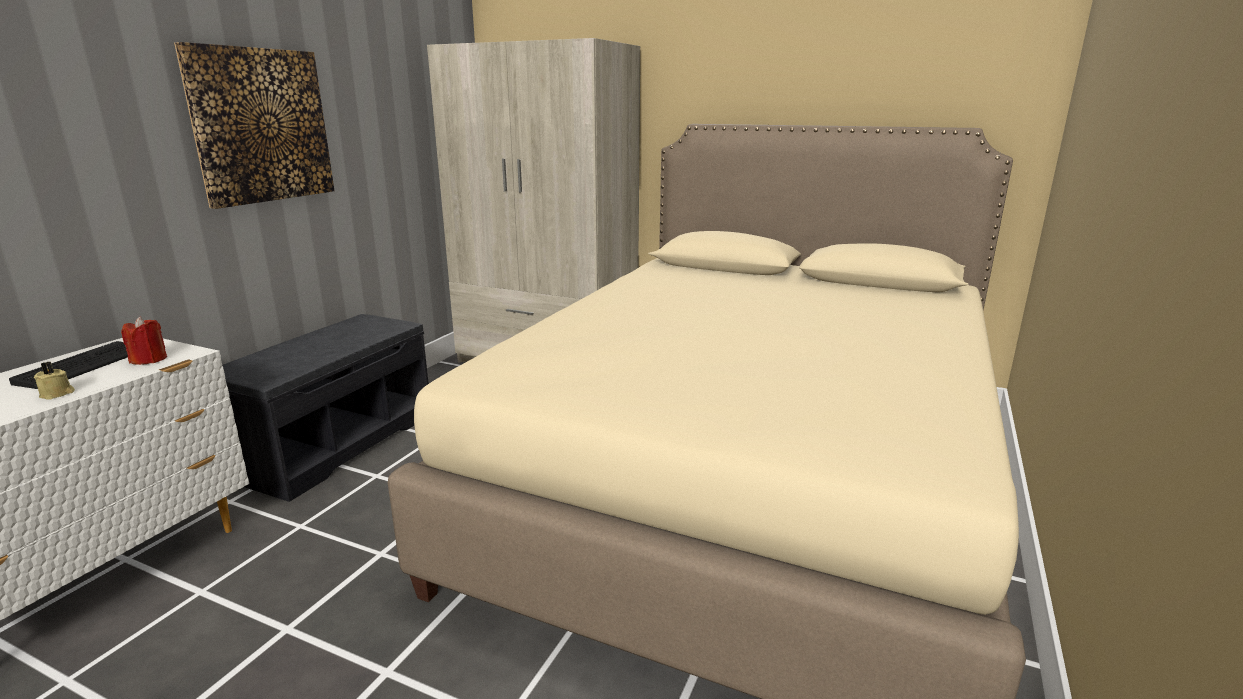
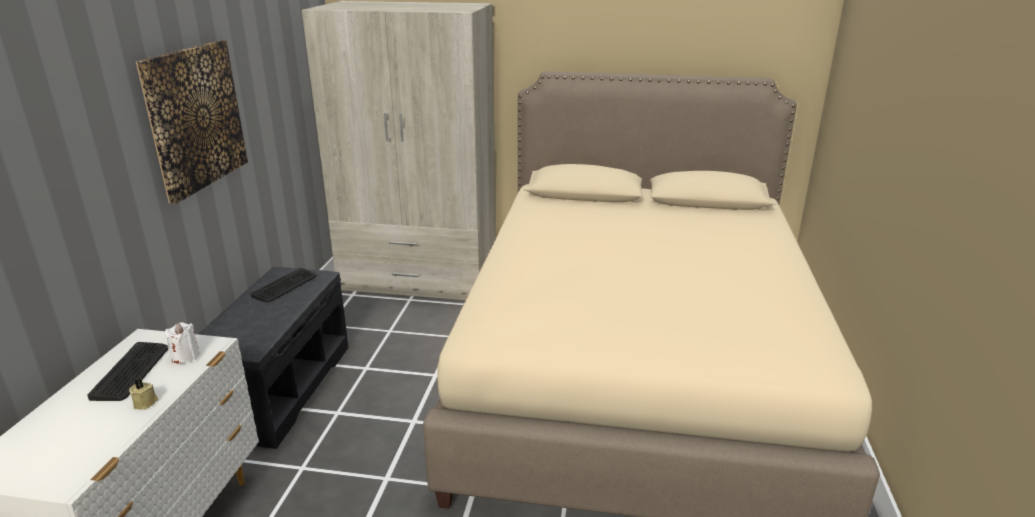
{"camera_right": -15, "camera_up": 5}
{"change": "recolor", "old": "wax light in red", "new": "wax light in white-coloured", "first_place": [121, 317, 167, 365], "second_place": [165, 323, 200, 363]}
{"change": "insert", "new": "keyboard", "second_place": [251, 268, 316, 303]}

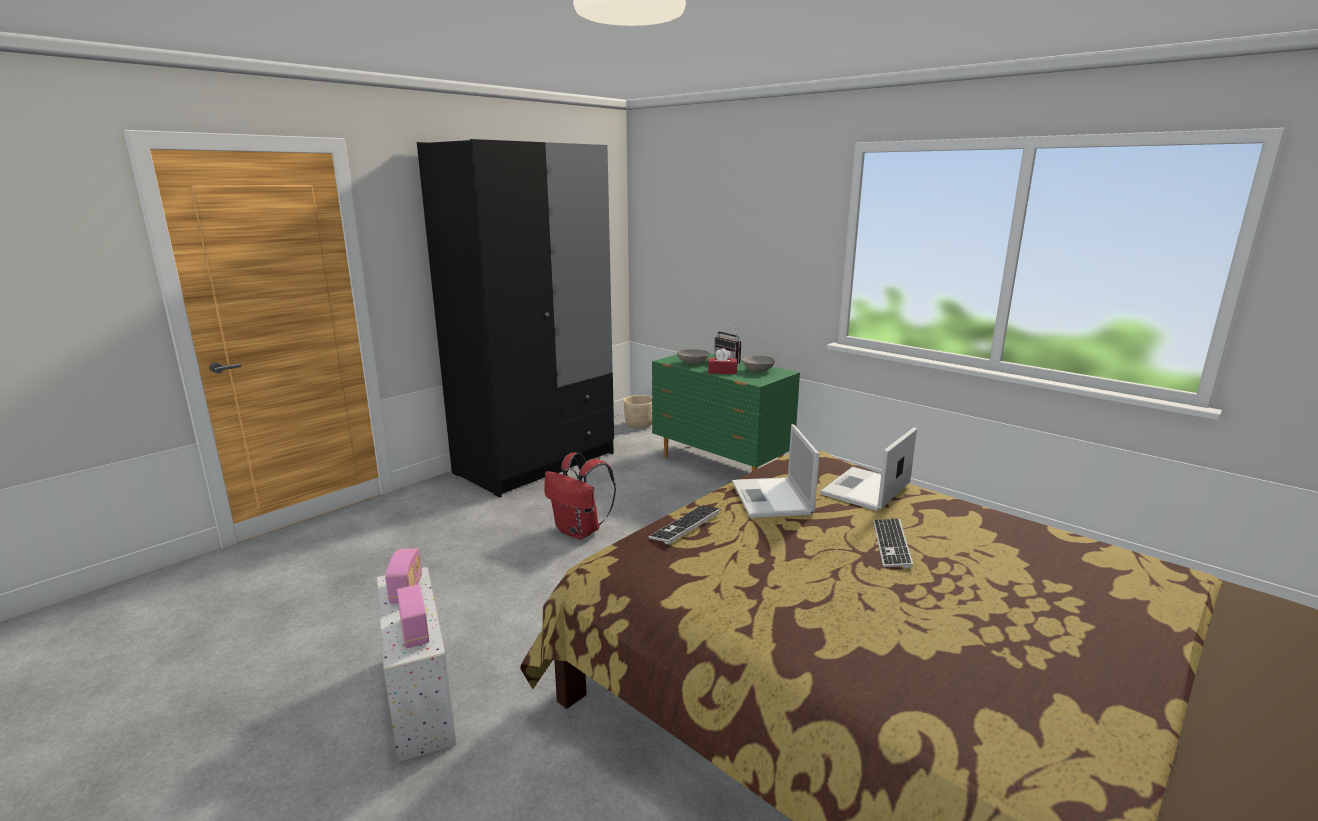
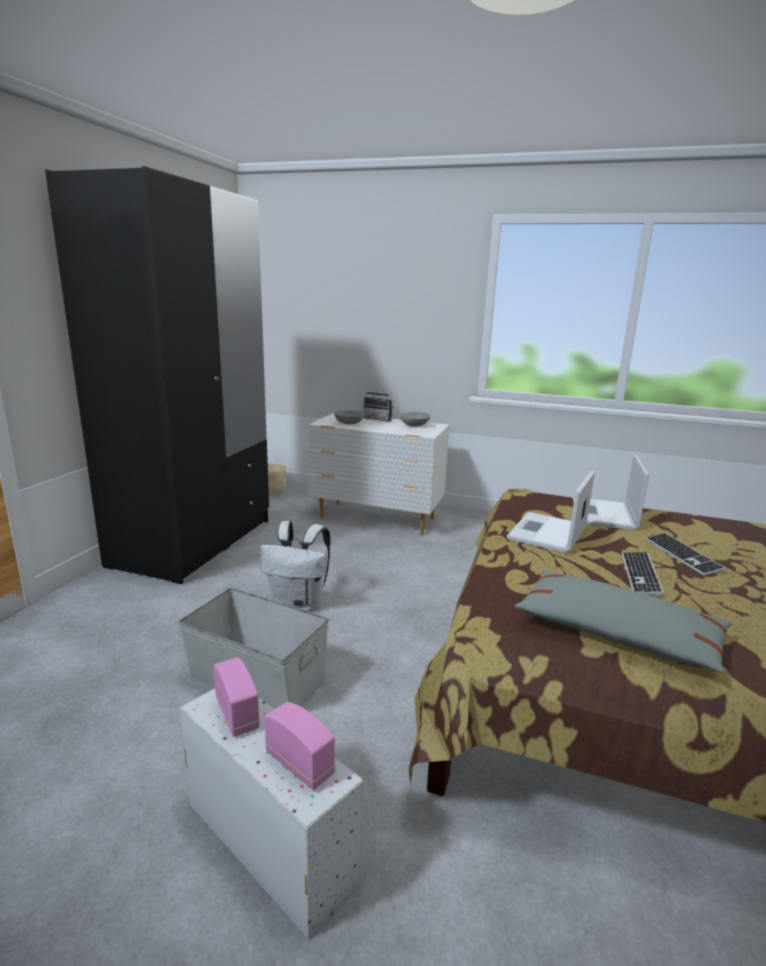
{"camera_right": -25, "camera_up": 0}
{"change": "delete", "old": "box of tissues in red", "first_place": [708, 348, 737, 374]}
{"change": "recolor", "old": "dresser in greenish", "new": "dresser in white-coloured", "first_place": [652, 353, 800, 472], "second_place": [308, 413, 449, 535]}
{"change": "rotate", "old": "laptop", "first_place": [732, 424, 819, 518], "second_place": [507, 470, 595, 553], "degrees": 60}
{"change": "recolor", "old": "backpack in red", "new": "backpack in white-coloured", "first_place": [544, 452, 616, 540], "second_place": [260, 521, 331, 611]}
{"change": "move", "old": "keyboard", "first_place": [648, 505, 721, 544], "second_place": [622, 552, 664, 596]}
{"change": "insert", "new": "pillow in grey", "second_place": [514, 569, 733, 672]}
{"change": "insert", "new": "storage bin in grey", "second_place": [178, 588, 329, 709]}

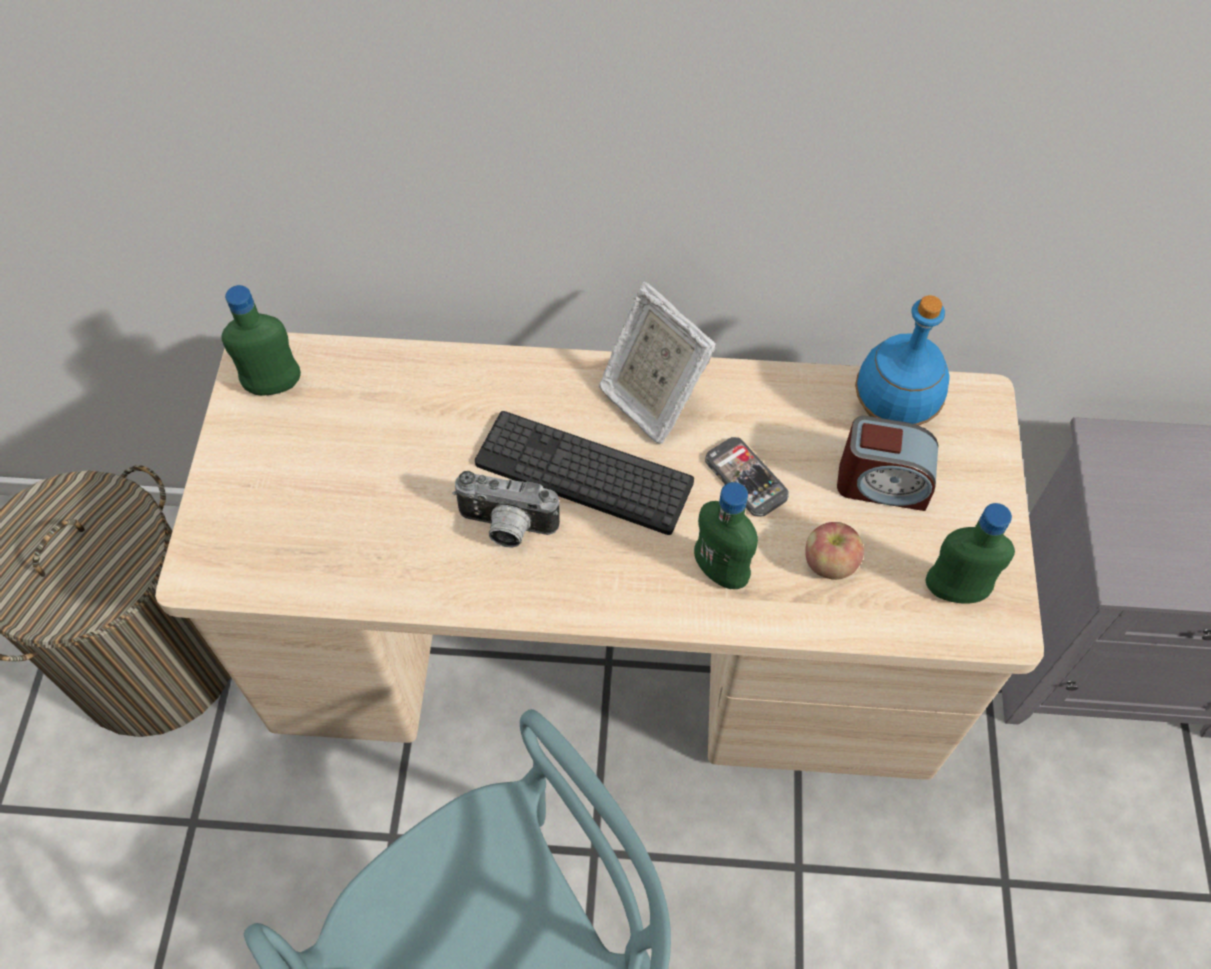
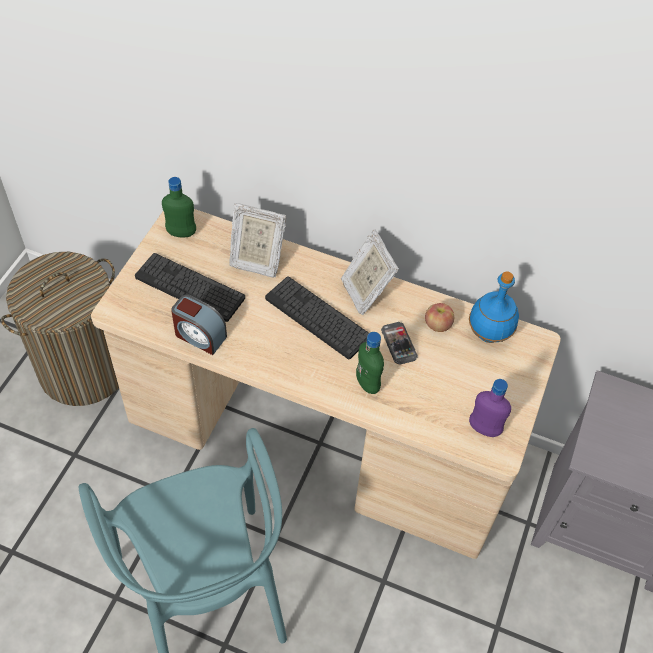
{"camera_right": 15, "camera_up": -5}
{"change": "move", "old": "alarm clock", "first_place": [837, 416, 938, 511], "second_place": [171, 295, 227, 355]}
{"change": "delete", "old": "still camera", "first_place": [452, 471, 560, 548]}
{"change": "recolor", "old": "drink bottle in greenish", "new": "drink bottle in purple-coloured", "first_place": [926, 503, 1015, 603], "second_place": [469, 379, 511, 437]}
{"change": "move", "old": "whole apple", "first_place": [805, 522, 864, 580], "second_place": [425, 303, 454, 332]}
{"change": "insert", "new": "standing frame", "second_place": [230, 203, 286, 277]}
{"change": "insert", "new": "keyboard", "second_place": [135, 253, 245, 322]}

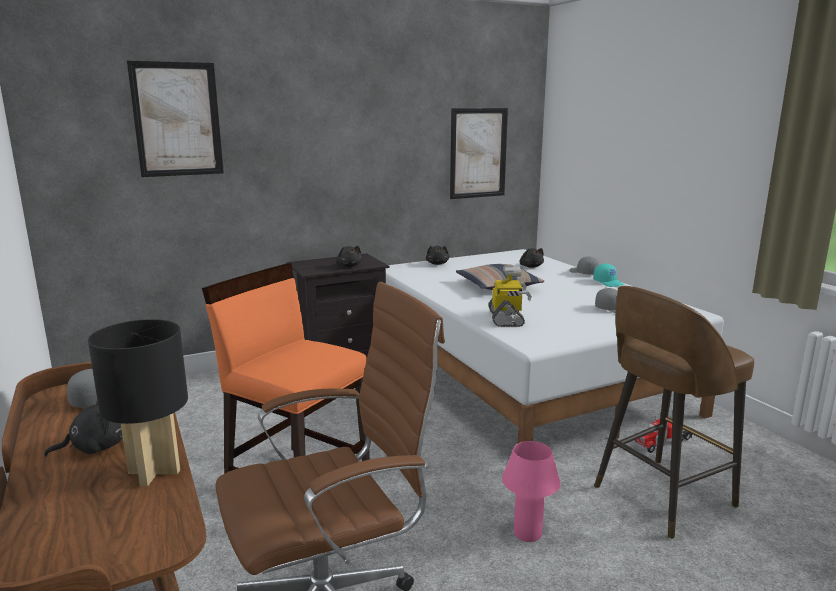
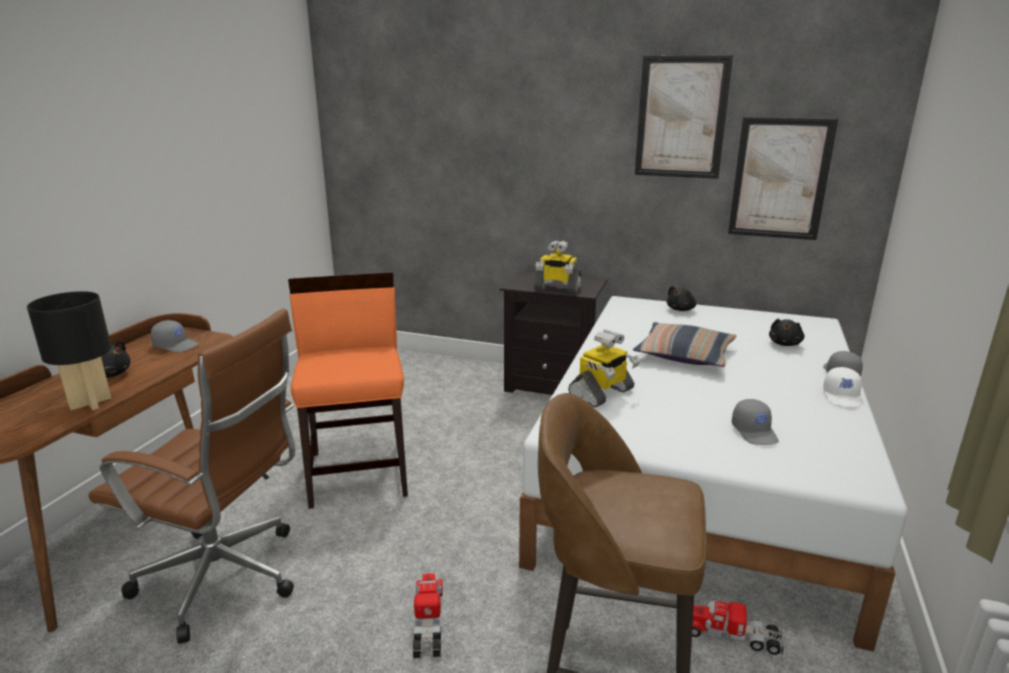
{"camera_right": 45, "camera_up": 5}
{"change": "move", "old": "wall picture", "first_place": [127, 61, 224, 177], "second_place": [635, 55, 733, 179]}
{"change": "replace", "old": "cuddly toy in blackish", "new": "toy robot", "first_place": [336, 246, 362, 267], "second_place": [534, 240, 582, 294]}
{"change": "recolor", "old": "cap in turquoise", "new": "cap in white-coloured", "first_place": [593, 263, 624, 287], "second_place": [823, 367, 862, 407]}
{"change": "replace", "old": "lamp for a table in pinkish", "new": "model truck", "first_place": [502, 441, 560, 542], "second_place": [413, 573, 443, 658]}

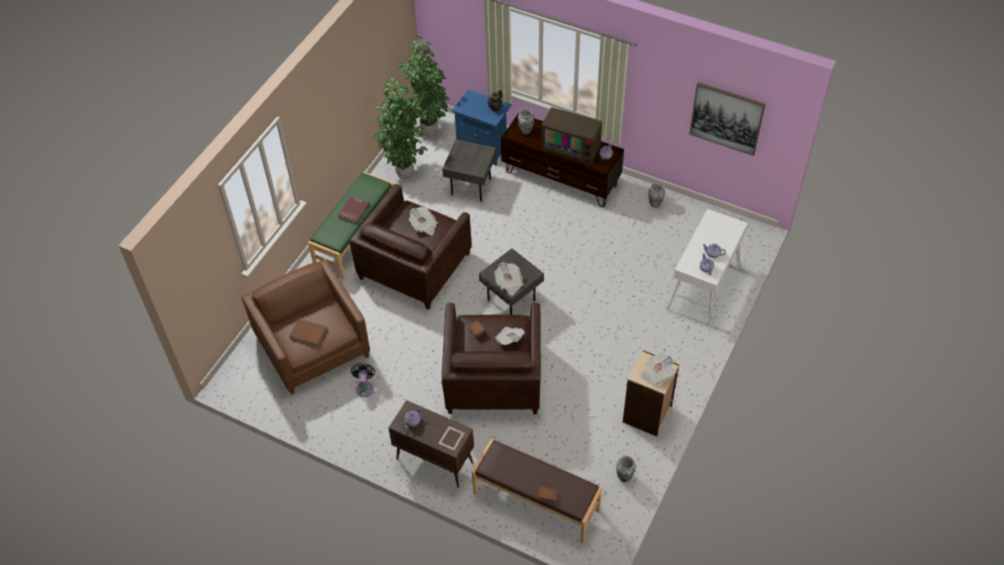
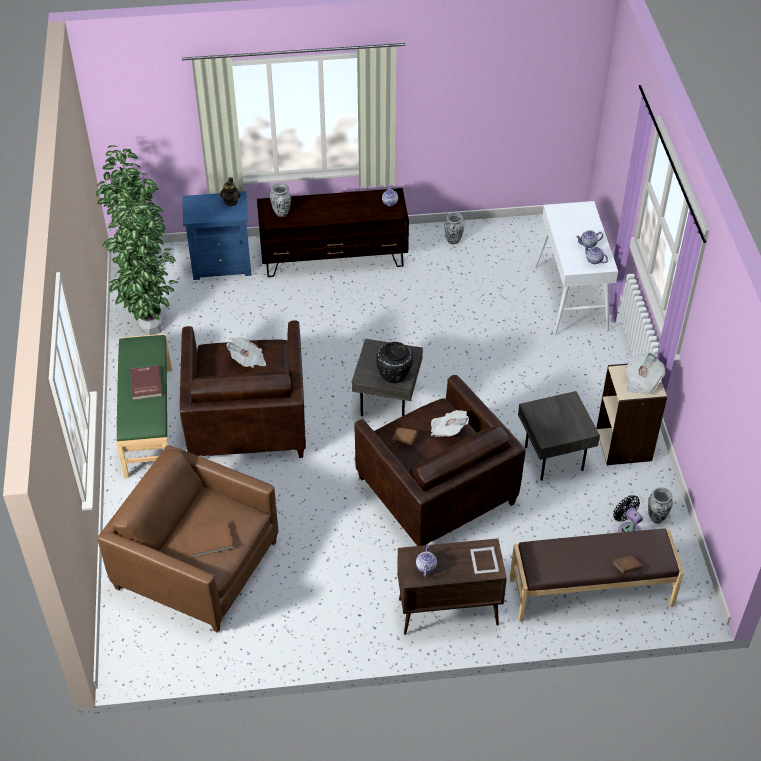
{"camera_right": -35, "camera_up": -5}
{"change": "delete", "old": "wall picture", "first_place": [689, 82, 765, 156]}
{"change": "delete", "old": "TV set", "first_place": [541, 107, 602, 164]}
{"change": "move", "old": "accent table in grey", "first_place": [442, 139, 496, 201], "second_place": [518, 391, 600, 481]}
{"change": "replace", "old": "printed paper", "new": "decorative vase in blackish", "first_place": [494, 262, 524, 295], "second_place": [376, 342, 413, 383]}
{"change": "move", "old": "fan in blackish", "first_place": [351, 363, 375, 397], "second_place": [613, 495, 643, 533]}

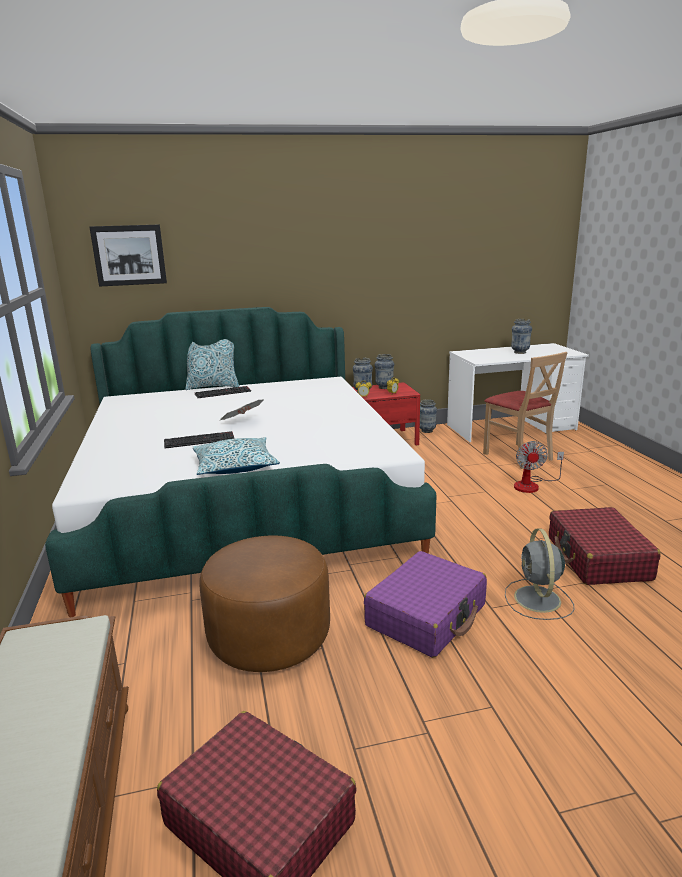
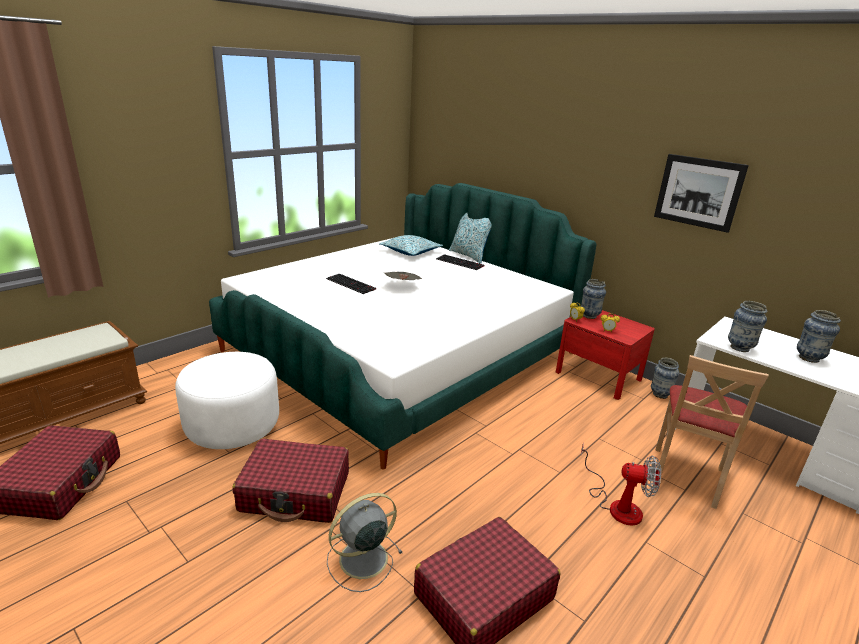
{"camera_right": 55, "camera_up": 5}
{"change": "move", "old": "wall picture", "first_place": [90, 225, 167, 287], "second_place": [654, 154, 749, 233]}
{"change": "move", "old": "decorative vase", "first_place": [375, 354, 394, 389], "second_place": [728, 301, 767, 352]}
{"change": "move", "old": "pillow", "first_place": [193, 437, 280, 475], "second_place": [379, 235, 443, 256]}
{"change": "rotate", "old": "fan", "first_place": [514, 441, 564, 493], "second_place": [581, 445, 661, 526], "degrees": -135}
{"change": "recolor", "old": "ottoman in brown", "new": "ottoman in white-coloured", "first_place": [199, 536, 330, 672], "second_place": [175, 352, 279, 449]}
{"change": "recolor", "old": "travel case in purple-coloured", "new": "travel case in red", "first_place": [364, 551, 487, 658], "second_place": [233, 438, 349, 523]}

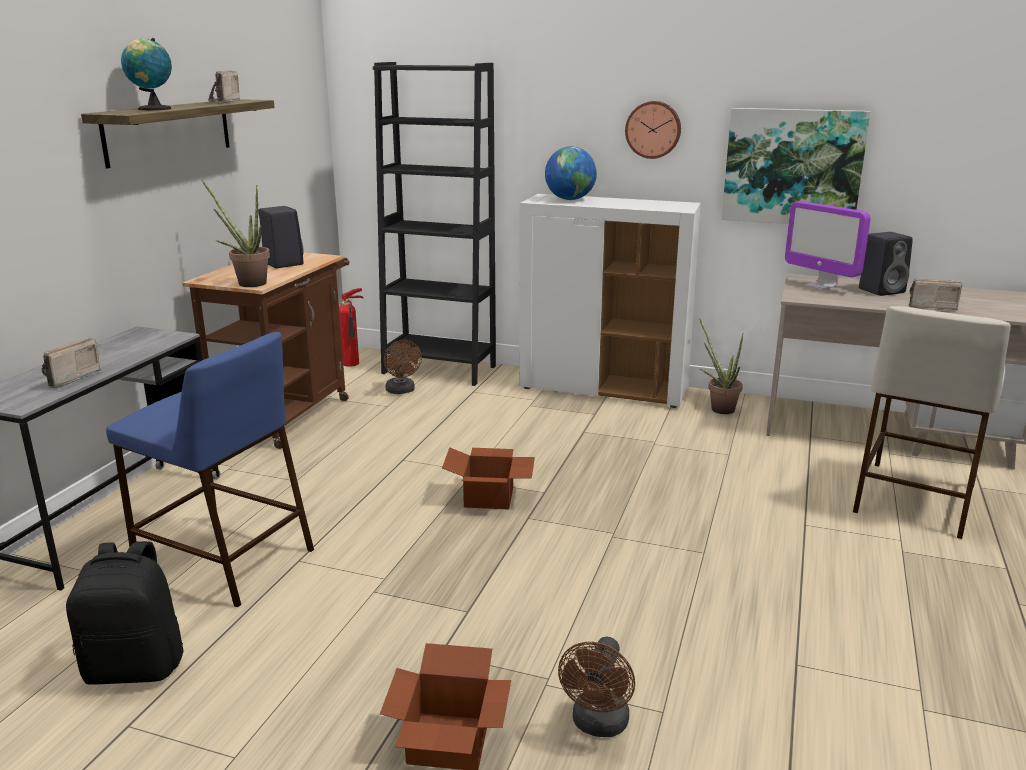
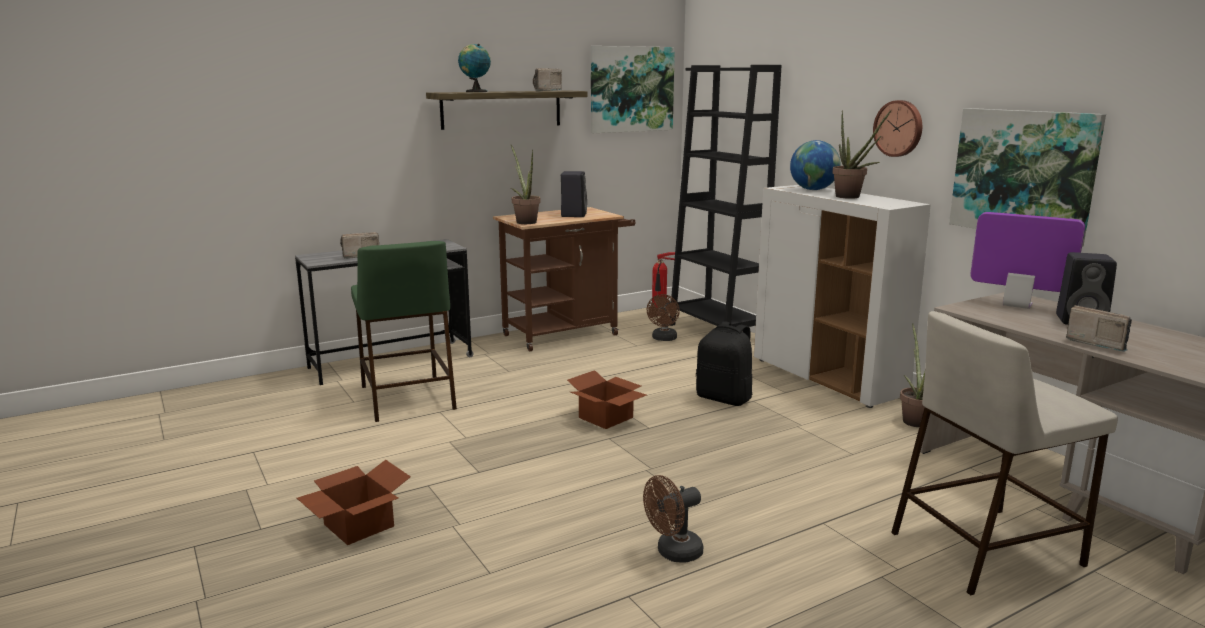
{"camera_right": 40, "camera_up": -5}
{"change": "rotate", "old": "computer screen", "first_place": [785, 201, 871, 290], "second_place": [970, 212, 1085, 309], "degrees": 120}
{"change": "recolor", "old": "stool in blue", "new": "stool in greenish", "first_place": [106, 332, 314, 607], "second_place": [351, 241, 457, 422]}
{"change": "move", "old": "backpack in blackish", "first_place": [66, 541, 184, 685], "second_place": [696, 321, 752, 406]}
{"change": "move", "old": "fan in brown", "first_place": [558, 637, 635, 737], "second_place": [643, 475, 703, 563]}
{"change": "insert", "new": "wall picture", "second_place": [591, 46, 675, 133]}
{"change": "insert", "new": "plant in a pot", "second_place": [832, 110, 891, 199]}

